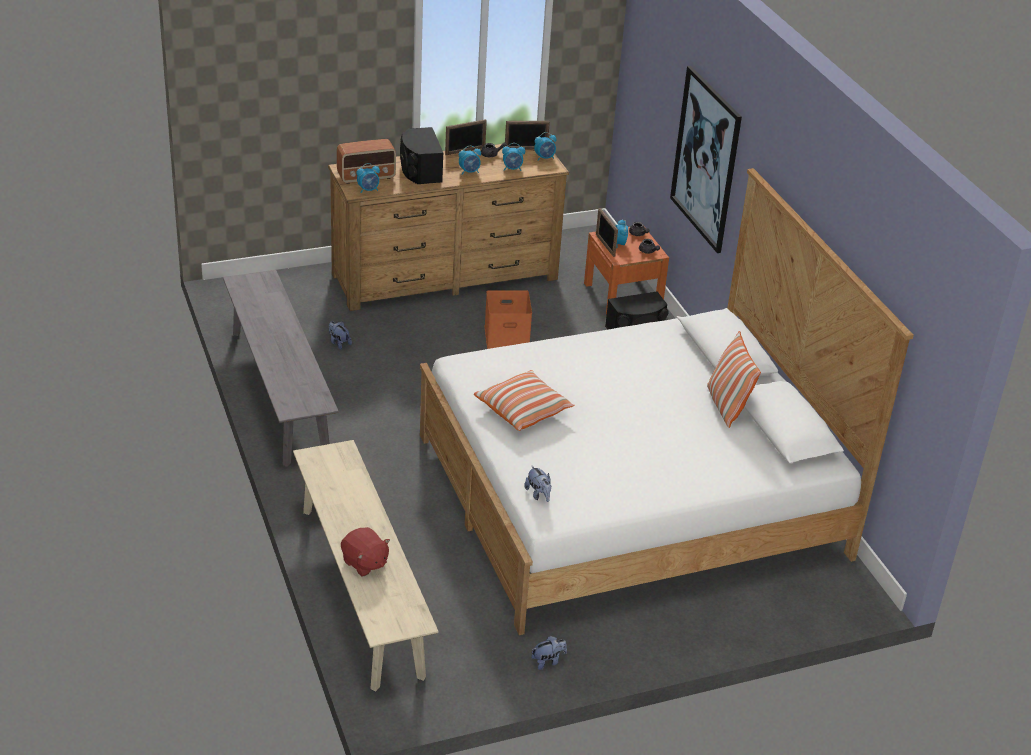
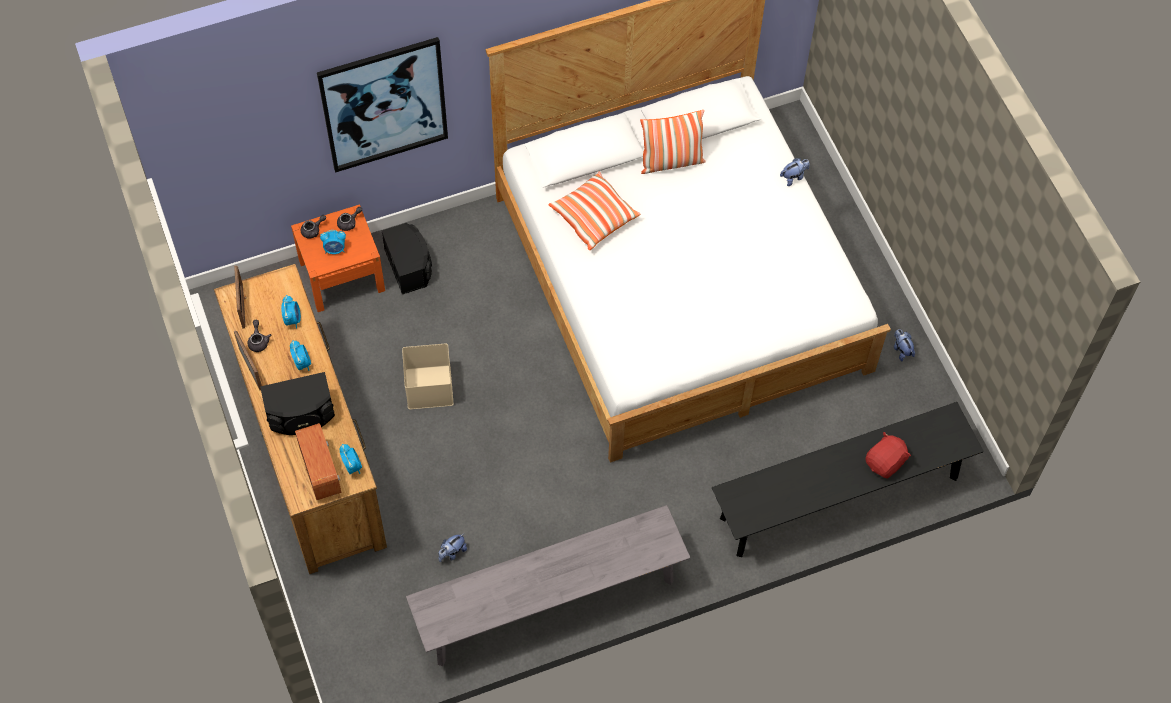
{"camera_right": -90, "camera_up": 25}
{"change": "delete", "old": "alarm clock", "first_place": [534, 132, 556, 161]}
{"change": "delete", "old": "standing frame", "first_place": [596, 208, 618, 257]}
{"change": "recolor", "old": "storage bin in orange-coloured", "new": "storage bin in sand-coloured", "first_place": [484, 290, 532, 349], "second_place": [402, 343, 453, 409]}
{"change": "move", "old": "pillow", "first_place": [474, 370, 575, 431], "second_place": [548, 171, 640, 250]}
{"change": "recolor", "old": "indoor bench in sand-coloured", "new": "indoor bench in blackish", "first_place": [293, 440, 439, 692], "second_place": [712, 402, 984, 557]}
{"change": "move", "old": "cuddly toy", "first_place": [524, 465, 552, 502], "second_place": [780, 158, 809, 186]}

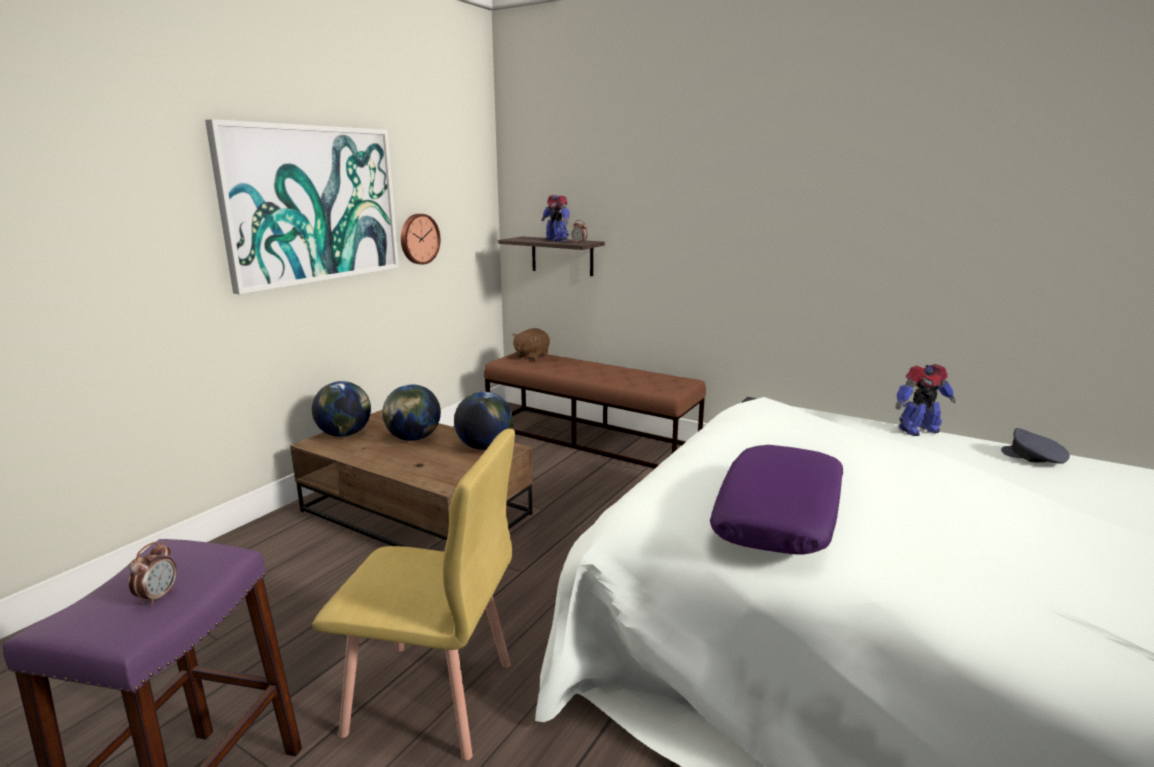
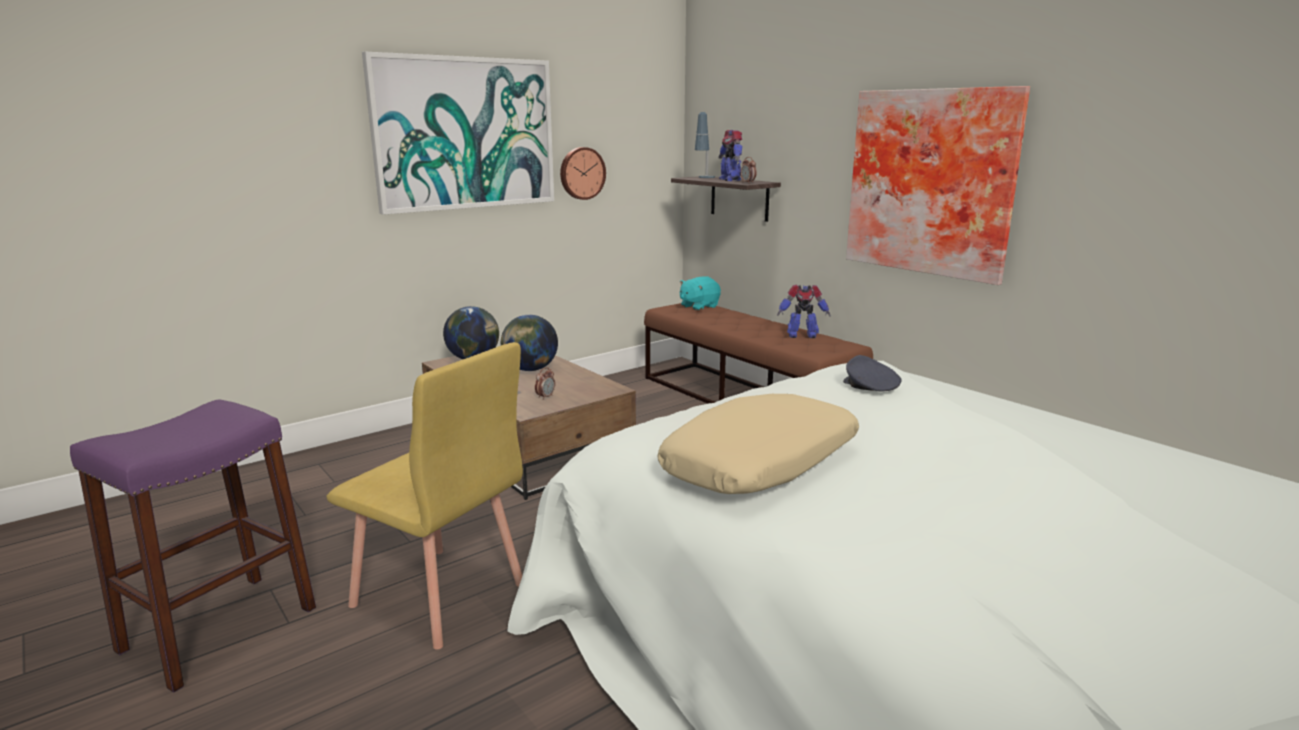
{"camera_right": 20, "camera_up": 0}
{"change": "recolor", "old": "cuddly toy in brown", "new": "cuddly toy in turquoise", "first_place": [512, 328, 550, 360], "second_place": [680, 276, 721, 311]}
{"change": "move", "old": "toy robot", "first_place": [895, 364, 956, 436], "second_place": [777, 285, 831, 338]}
{"change": "delete", "old": "globe", "first_place": [454, 391, 513, 450]}
{"change": "move", "old": "cap in grey", "first_place": [1001, 428, 1070, 464], "second_place": [843, 355, 902, 392]}
{"change": "recolor", "old": "pillow in purple-coloured", "new": "pillow in sand-coloured", "first_place": [710, 445, 843, 554], "second_place": [658, 394, 859, 494]}
{"change": "move", "old": "alarm clock", "first_place": [129, 542, 177, 606], "second_place": [535, 367, 555, 400]}
{"change": "insert", "new": "wall picture", "second_place": [846, 86, 1030, 285]}
{"change": "insert", "new": "lamp for a table", "second_place": [695, 112, 715, 178]}

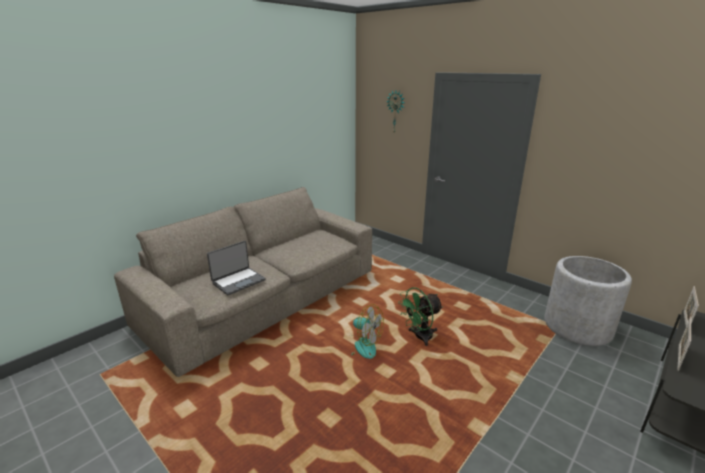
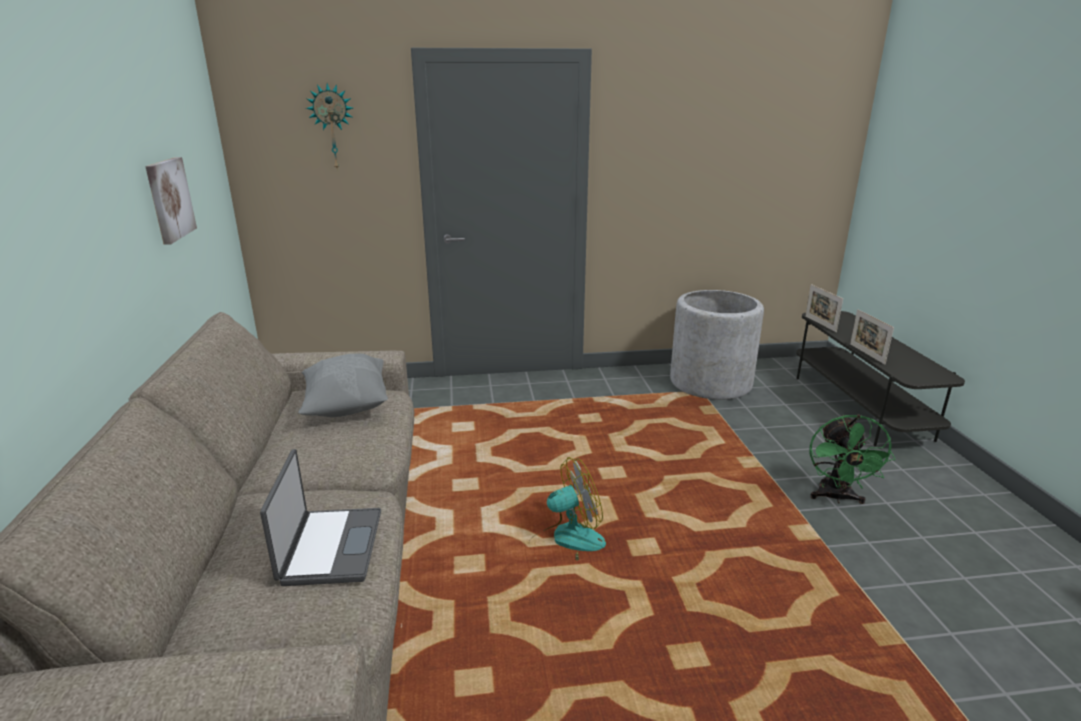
{"camera_right": -50, "camera_up": 0}
{"change": "move", "old": "fan in greenish", "first_place": [398, 287, 443, 346], "second_place": [809, 415, 895, 504]}
{"change": "insert", "new": "wall picture", "second_place": [145, 157, 197, 245]}
{"change": "insert", "new": "pillow in grey", "second_place": [298, 354, 388, 417]}

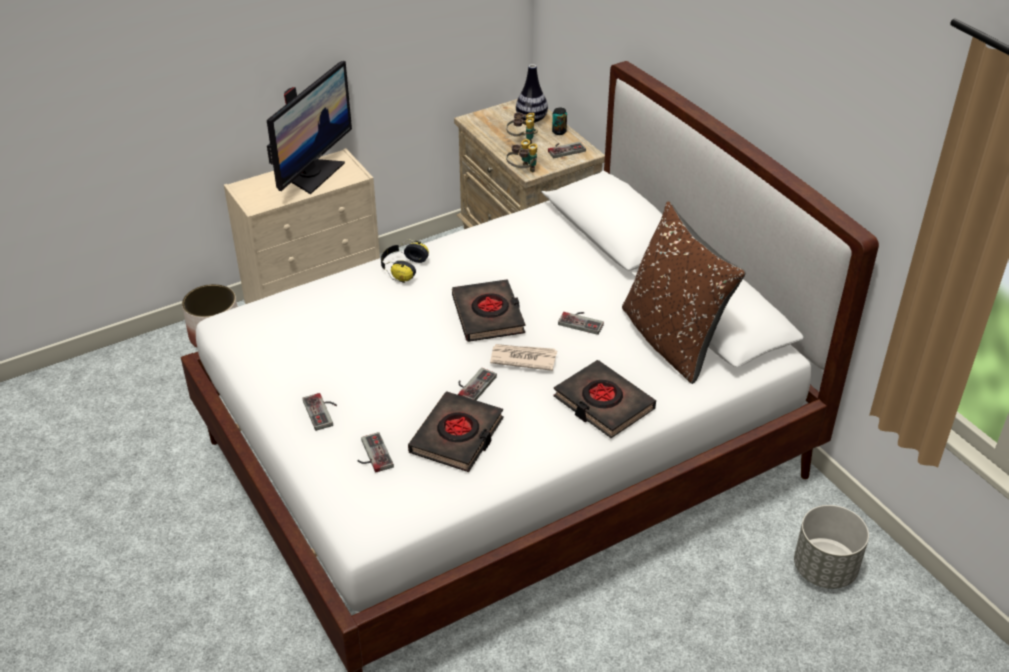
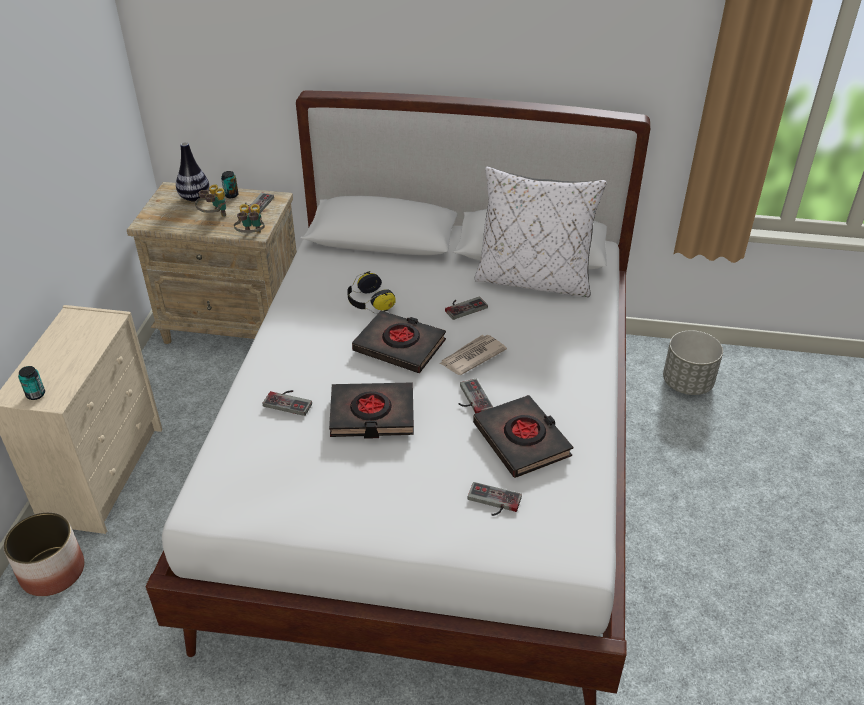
{"camera_right": -50, "camera_up": 0}
{"change": "delete", "old": "computer screen", "first_place": [267, 61, 352, 194]}
{"change": "recolor", "old": "pillow in brown", "new": "pillow in white-coloured", "first_place": [622, 201, 745, 384], "second_place": [474, 166, 607, 297]}
{"change": "move", "old": "headset", "first_place": [381, 239, 429, 283], "second_place": [347, 271, 396, 314]}
{"change": "move", "old": "bound book in blackish", "first_place": [554, 360, 656, 438], "second_place": [329, 382, 414, 439]}
{"change": "move", "old": "gamepad", "first_place": [303, 393, 337, 431], "second_place": [263, 390, 312, 416]}
{"change": "insert", "new": "can", "second_place": [18, 366, 45, 400]}

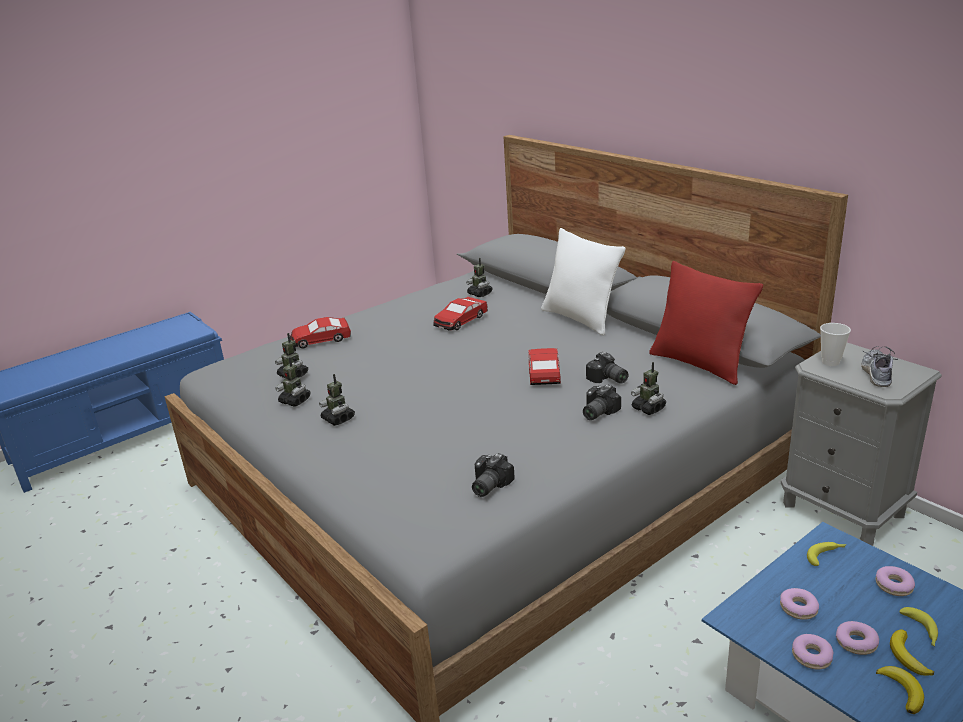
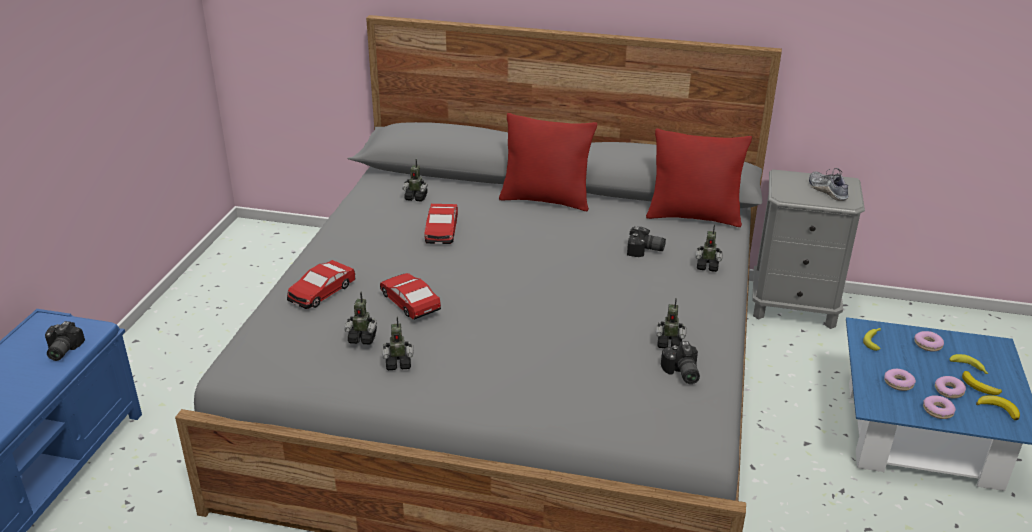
{"camera_right": -40, "camera_up": 5}
{"change": "recolor", "old": "pillow in white-coloured", "new": "pillow in red", "first_place": [541, 228, 626, 336], "second_place": [499, 113, 597, 211]}
{"change": "delete", "old": "drinking cup", "first_place": [820, 323, 851, 366]}
{"change": "move", "old": "toy car", "first_place": [528, 348, 561, 385], "second_place": [380, 273, 441, 320]}
{"change": "move", "old": "toy robot", "first_place": [319, 374, 355, 426], "second_place": [656, 298, 686, 348]}
{"change": "move", "old": "still camera", "first_place": [583, 385, 621, 420], "second_place": [45, 321, 85, 361]}

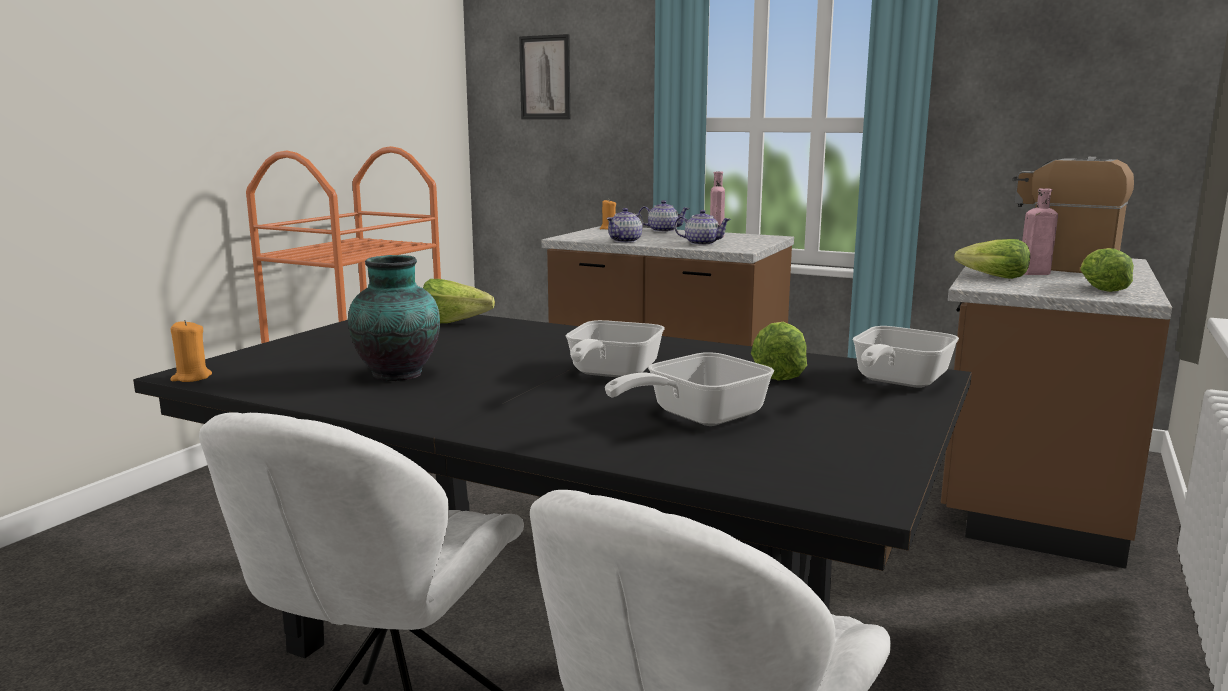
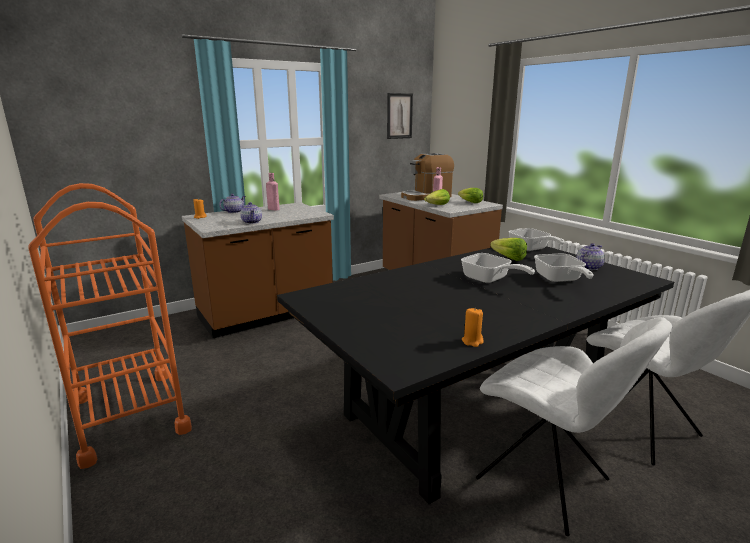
{"camera_right": -60, "camera_up": 5}
{"change": "move", "old": "wall picture", "first_place": [519, 34, 570, 119], "second_place": [387, 93, 413, 139]}
{"change": "move", "old": "pot for tea", "first_place": [674, 210, 731, 245], "second_place": [576, 243, 605, 270]}
{"change": "delete", "old": "decorative vase", "first_place": [348, 255, 440, 381]}
{"change": "delete", "old": "lettuce head", "first_place": [423, 279, 495, 323]}
{"change": "move", "old": "wax light in orange-coloured", "first_place": [170, 320, 212, 382], "second_place": [462, 308, 483, 347]}

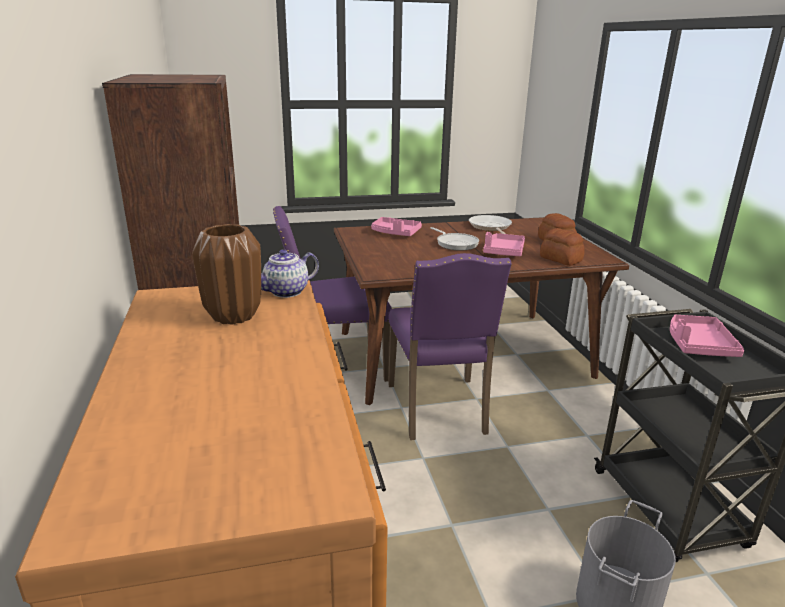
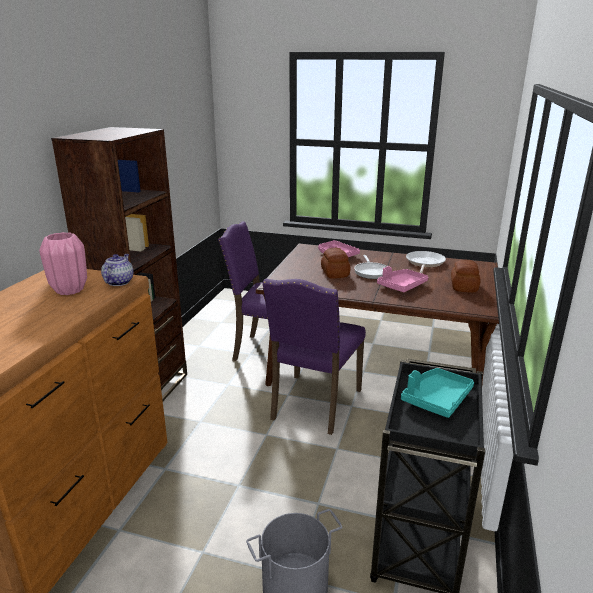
{"camera_right": 30, "camera_up": 0}
{"change": "recolor", "old": "decorative vase in brown", "new": "decorative vase in pinkish", "first_place": [192, 224, 261, 325], "second_place": [39, 232, 87, 295]}
{"change": "move", "old": "bread", "first_place": [540, 228, 585, 266], "second_place": [321, 248, 351, 279]}
{"change": "rotate", "old": "pot for tea", "first_place": [261, 249, 319, 298], "second_place": [101, 254, 133, 286], "degrees": 105}
{"change": "recolor", "old": "serving tray in pinkish", "new": "serving tray in turquoise", "first_place": [670, 315, 744, 357], "second_place": [401, 368, 474, 418]}

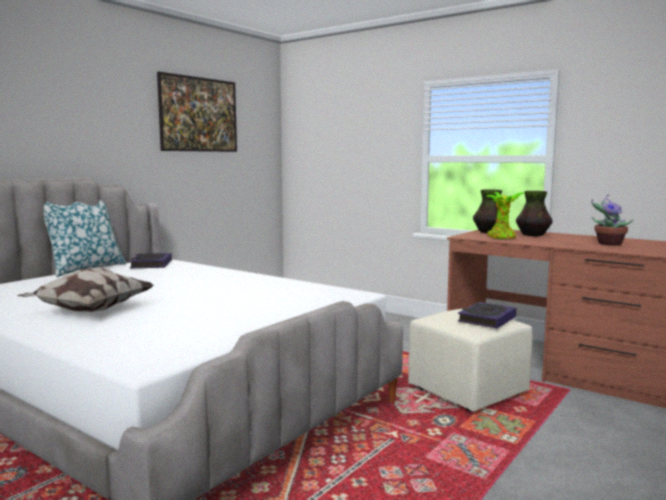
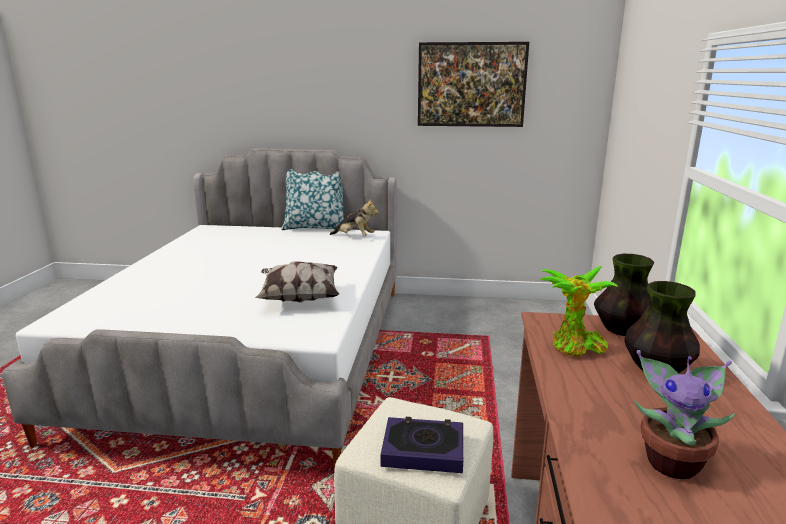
{"camera_right": 60, "camera_up": 10}
{"change": "replace", "old": "bound book", "new": "cuddly toy", "first_place": [129, 253, 172, 268], "second_place": [330, 200, 379, 236]}
{"change": "move", "old": "pillow", "first_place": [17, 267, 154, 312], "second_place": [255, 262, 340, 303]}

